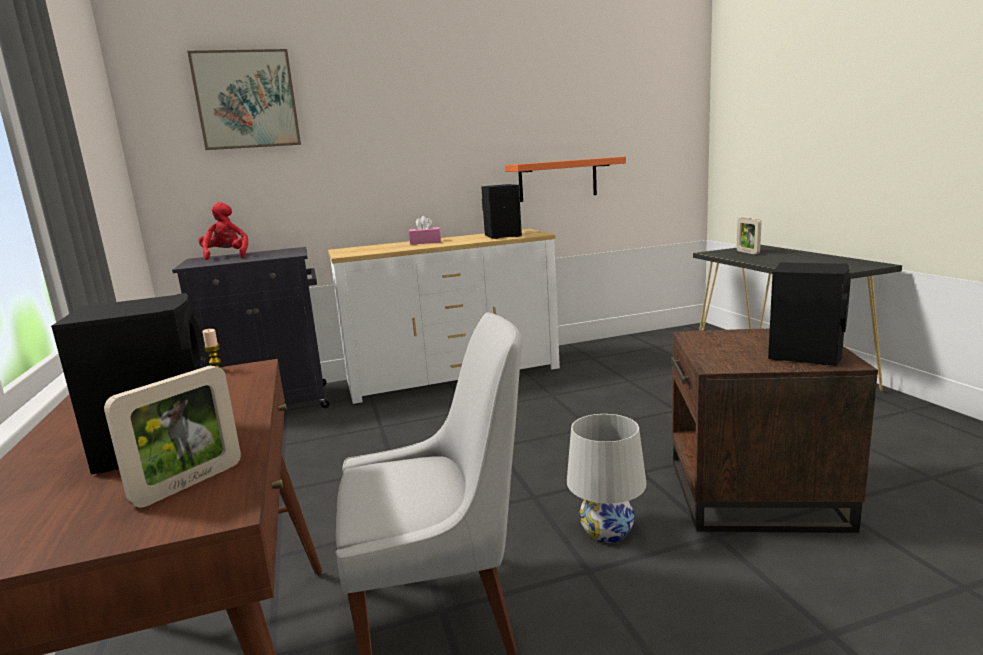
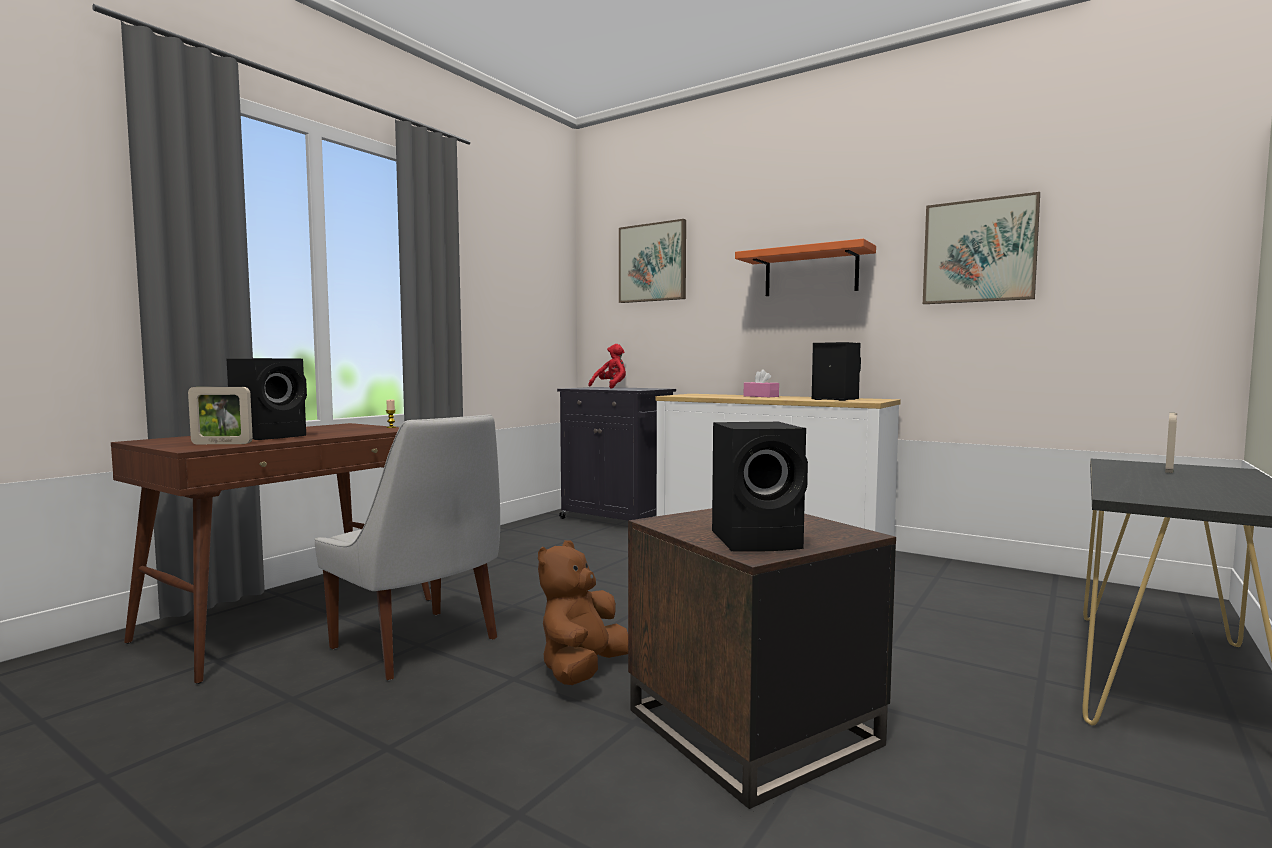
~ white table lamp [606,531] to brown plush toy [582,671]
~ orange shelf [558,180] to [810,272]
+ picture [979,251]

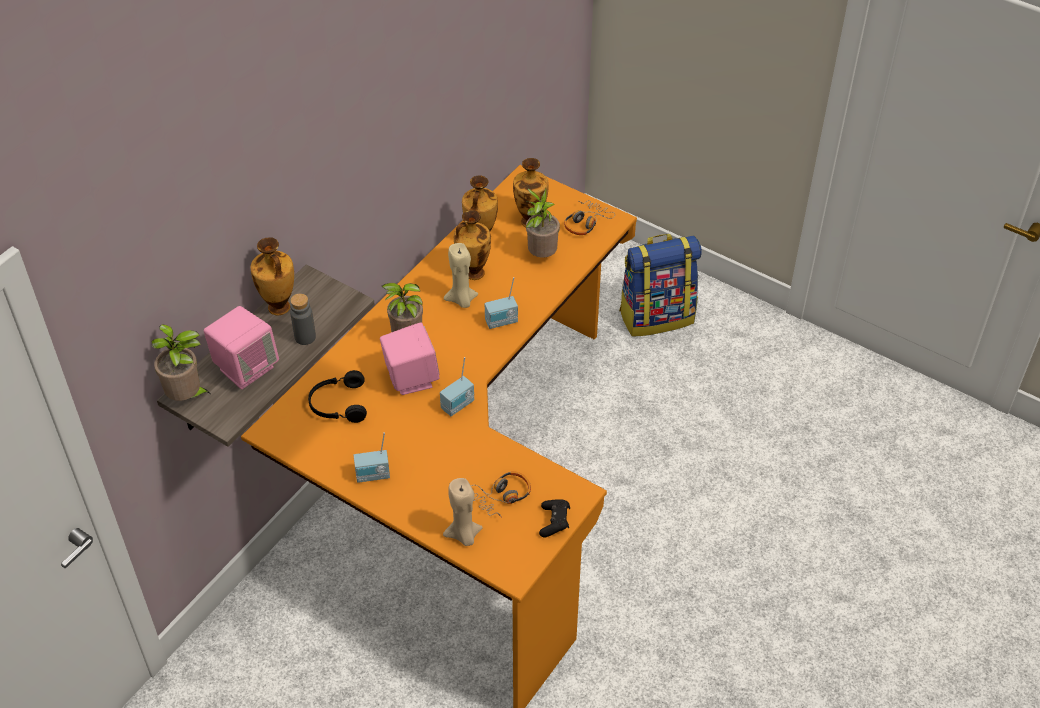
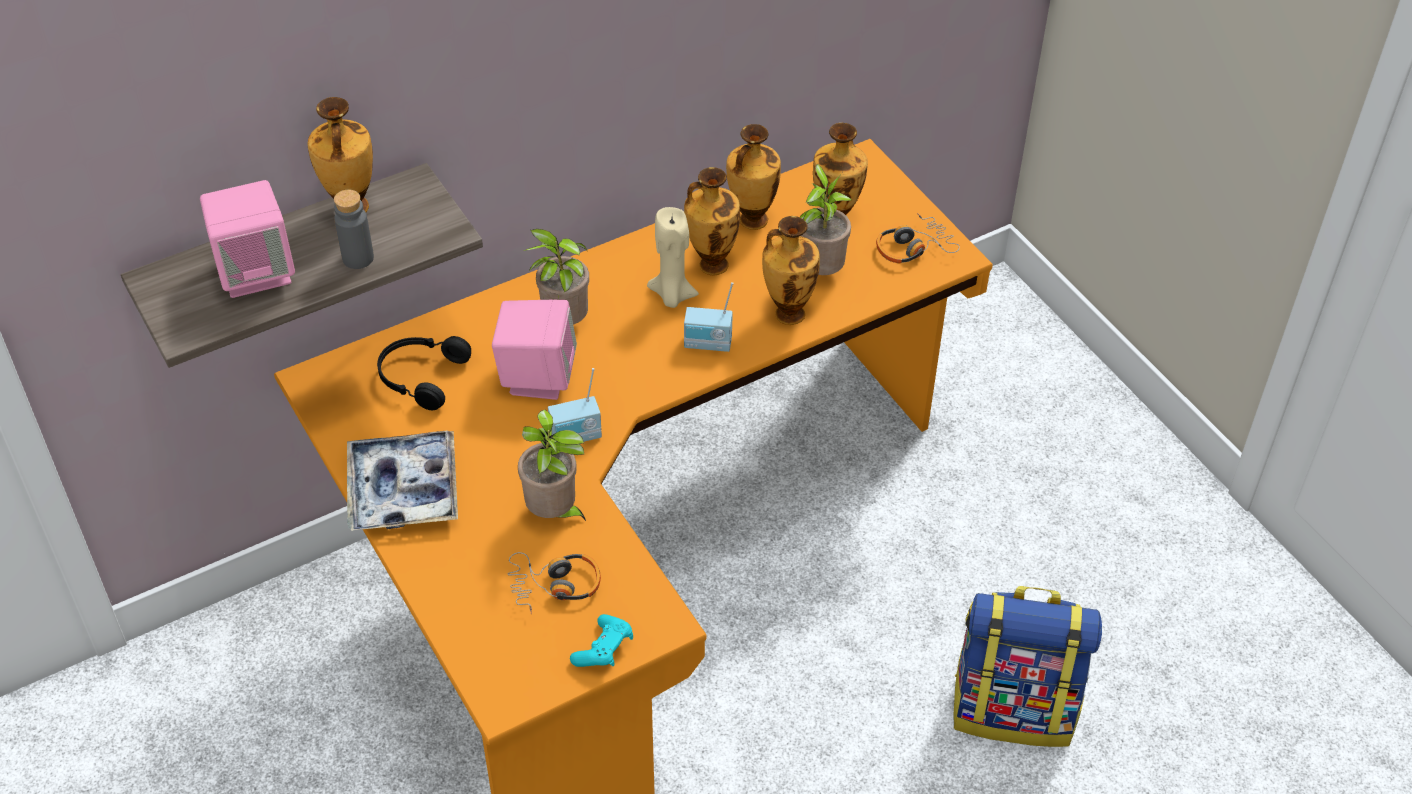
~ radio [373,476] to tray [403,490]
~ potted plant [187,397] to [554,513]
~ black game controller [554,522] to turquoise game controller [604,650]
+ vase [787,313]
~ backpack [656,316] to [1014,708]
- beige candle [463,535]

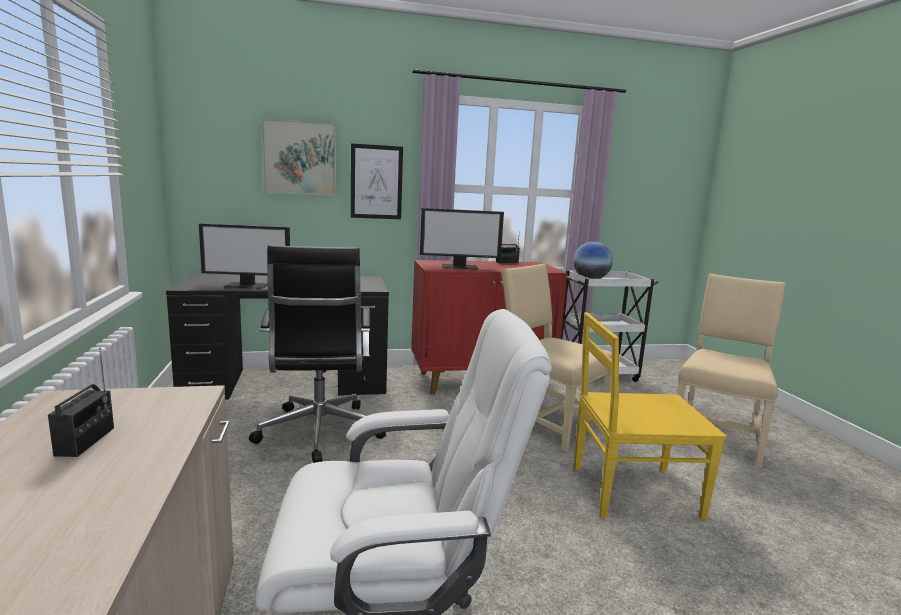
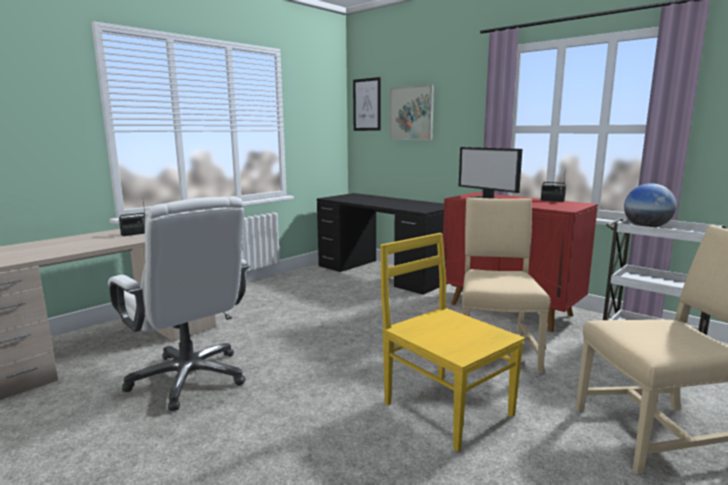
~ picture [376,182] to [367,104]
- monitor [247,285]
- black office chair [319,433]

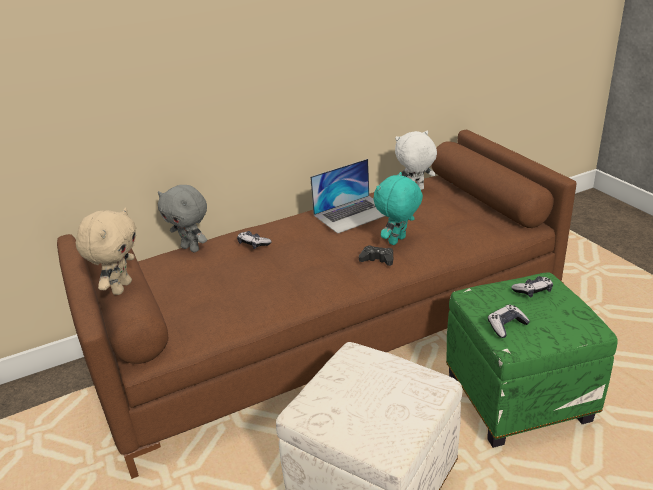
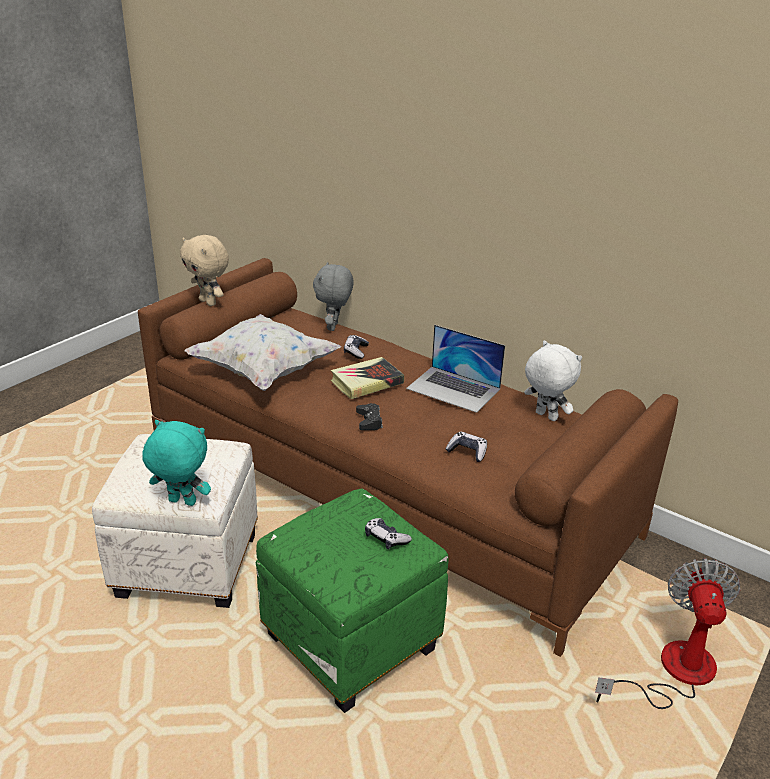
~ turquoise plush toy [398,241] to [181,503]
~ beige plush toy [121,288] = [209,302] 60 degrees clockwise
+ white pillow [263,372]
+ book [366,382]
~ game controller [506,326] to [467,452]
+ fan [672,672]

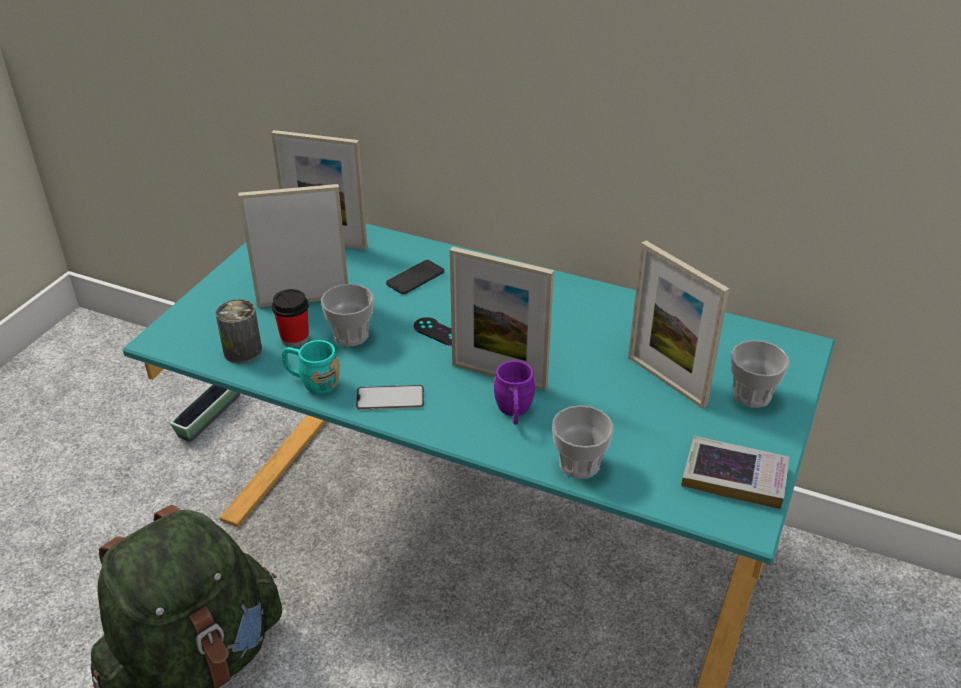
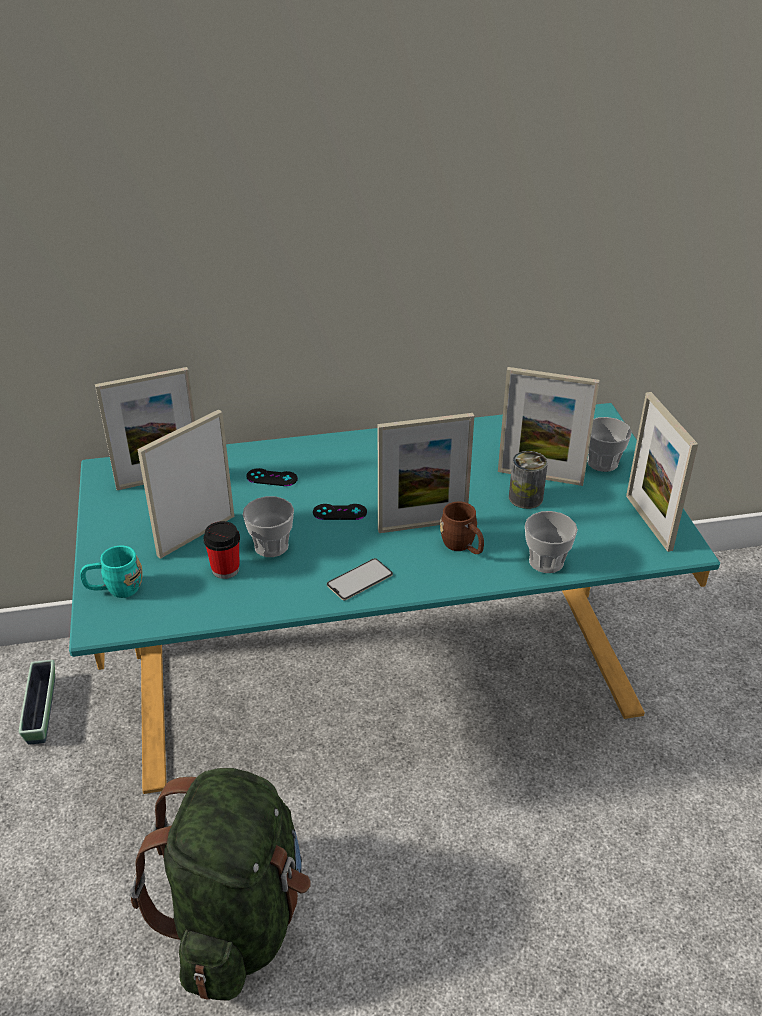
~ turquoise mug [312,382] to [115,589]
~ phone [415,278] to black game controller [272,478]
~ purple mug [514,412] to brown mug [463,547]
~ can [242,351] to [525,498]
~ book [734,477] to picture frame [648,522]

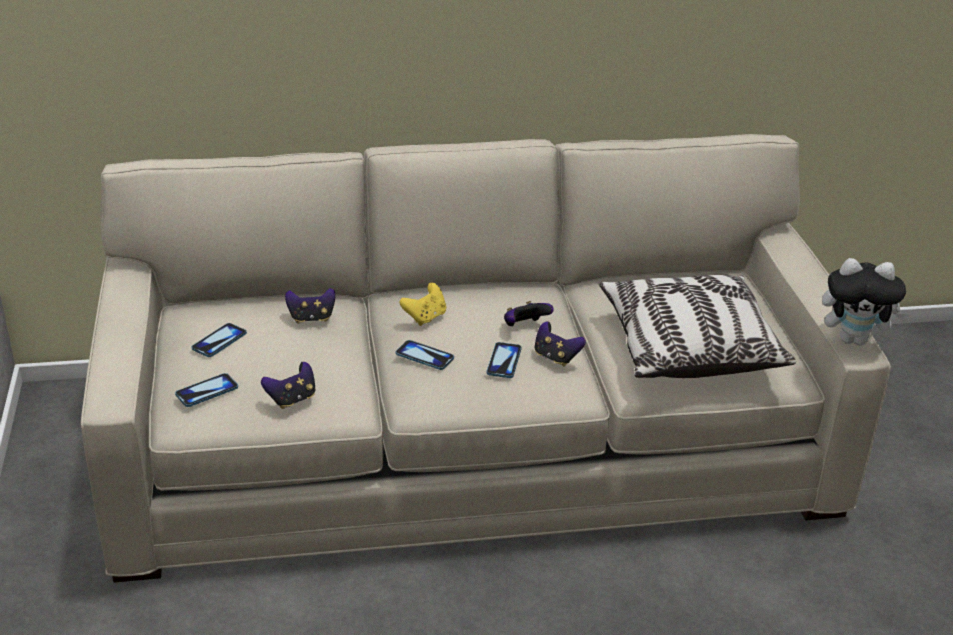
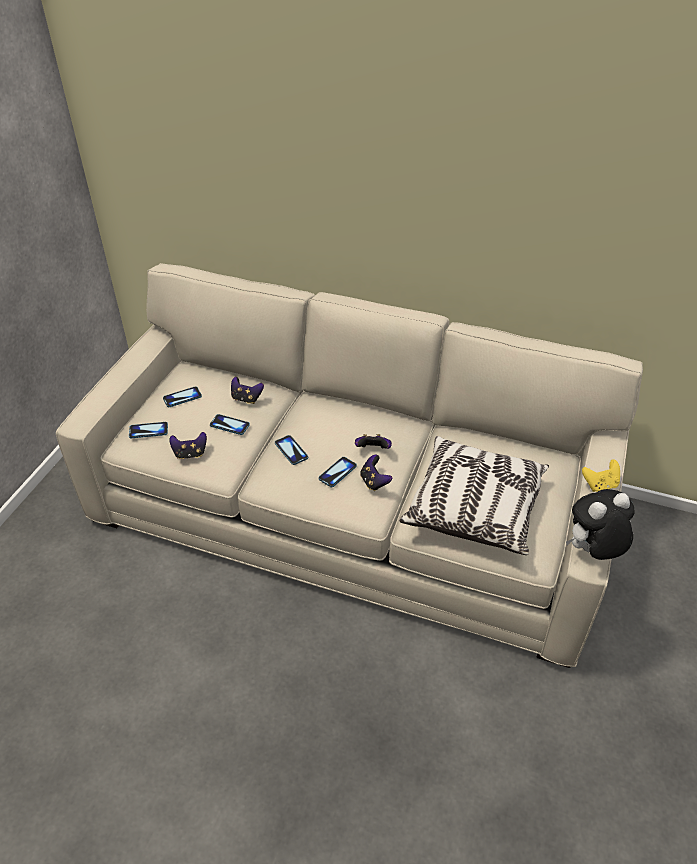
+ phone [229,425]
~ plush toy [854,339] = [592,552] 120 degrees clockwise
~ yellow game controller [425,317] to [600,485]

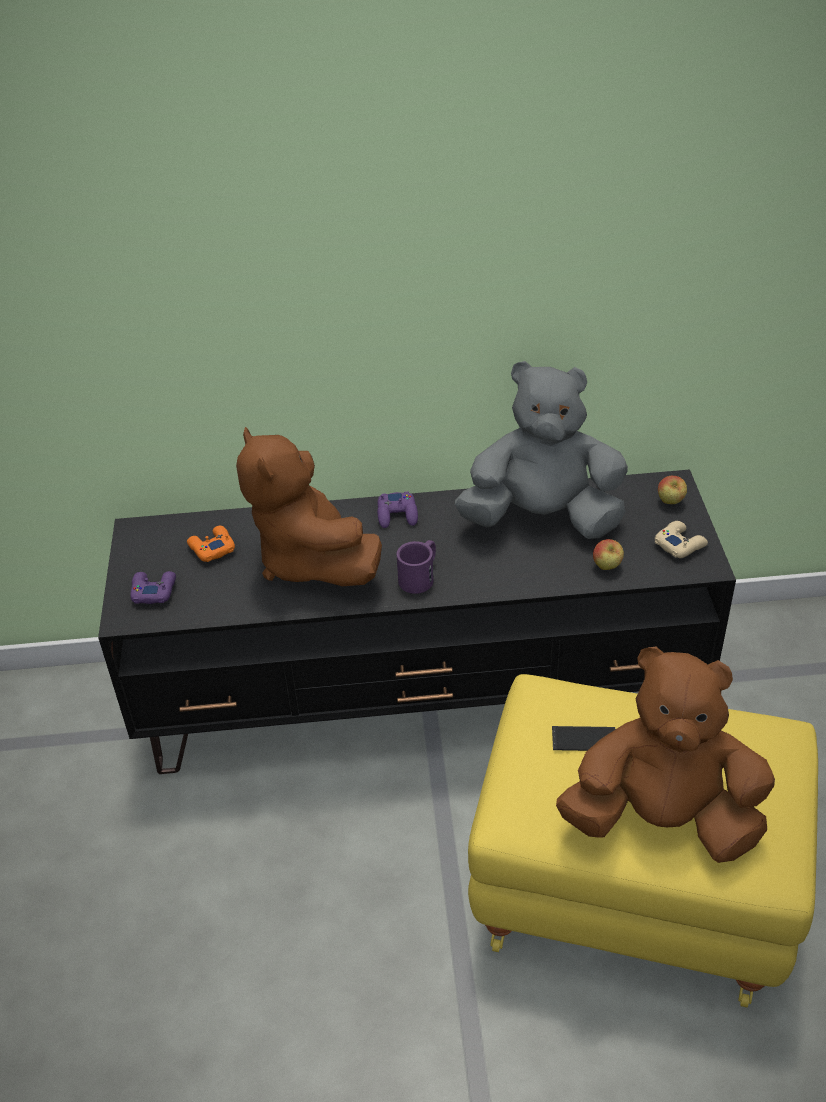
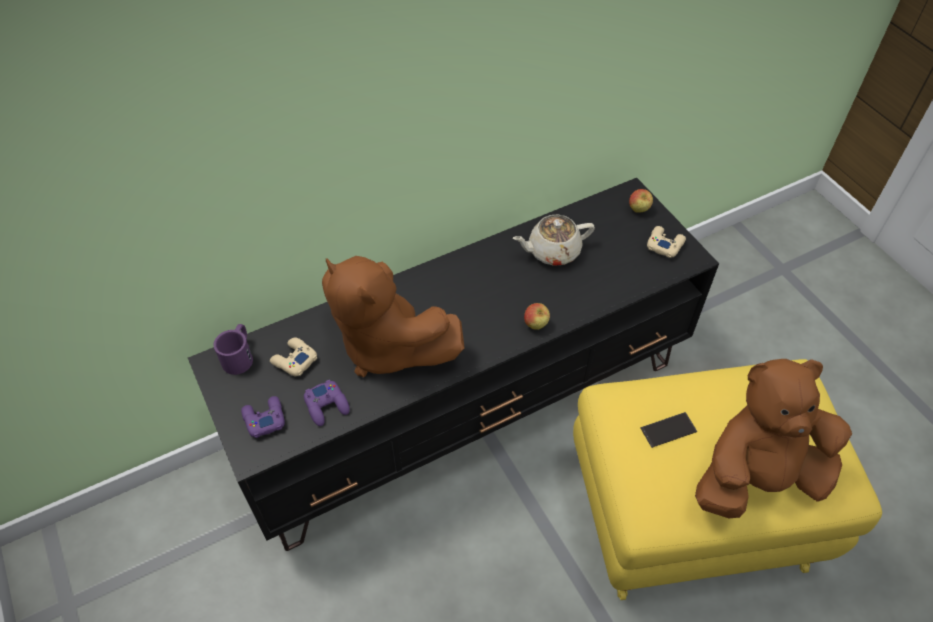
~ purple mug [420,576] to [239,355]
~ orange game controller [211,548] to beige game controller [294,360]
~ purple game controller [397,514] to [327,405]
~ grey plush toy [542,518] to beige teapot [552,251]
~ apple [607,567] to [536,325]

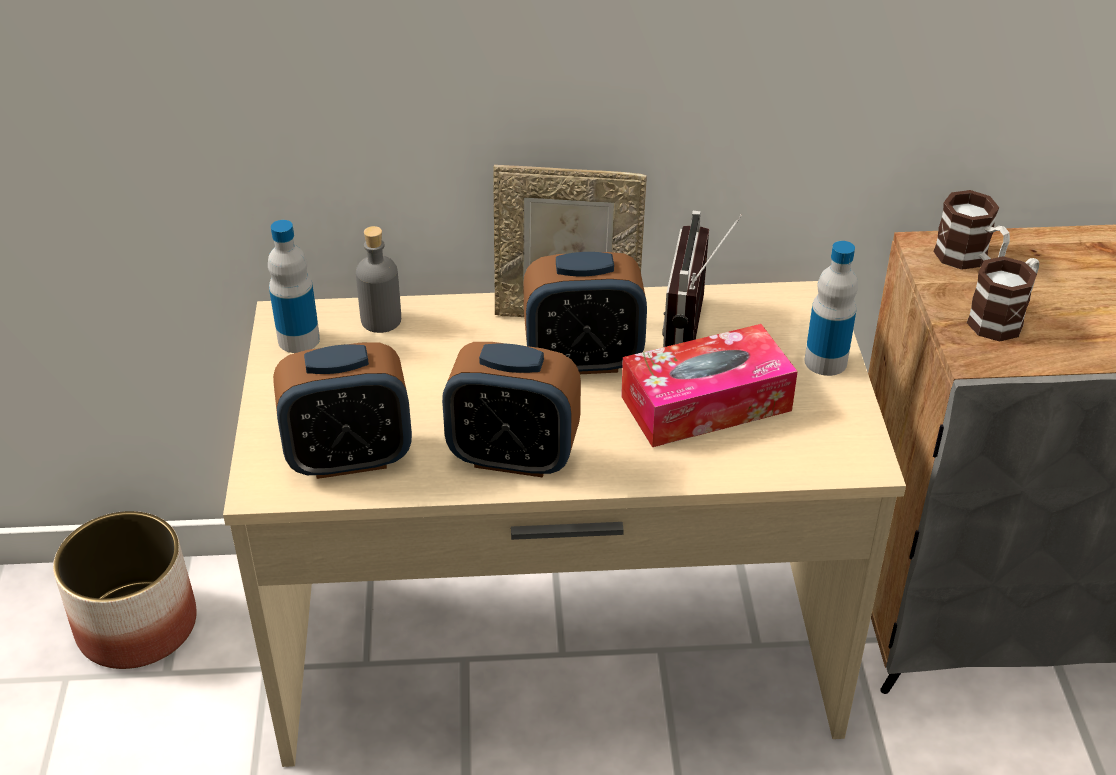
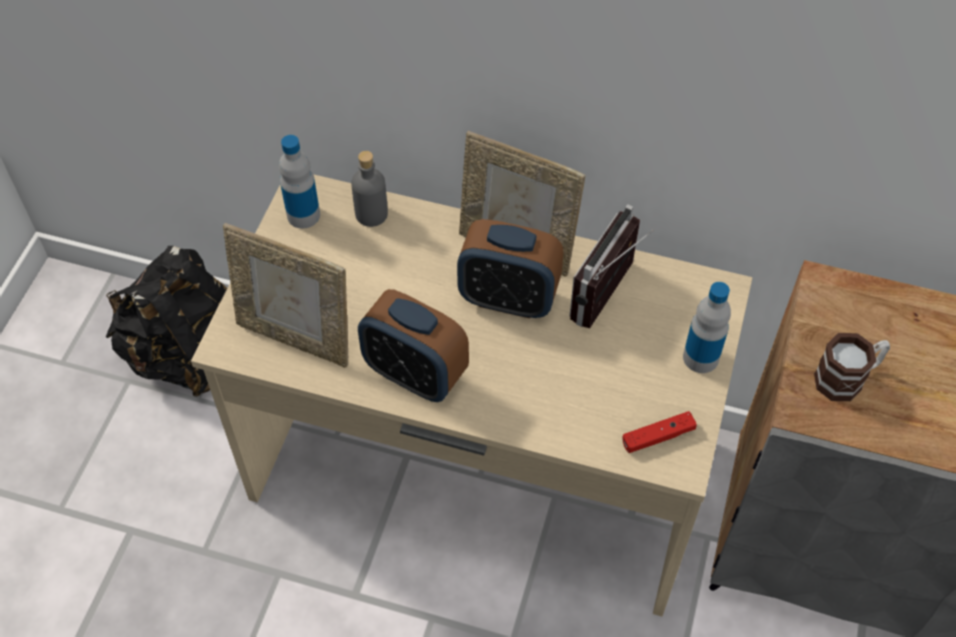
~ planter [137,626] to black backpack [188,354]
~ alarm clock [349,458] to picture frame [296,338]
+ red game controller [658,436]
- tissue box [706,403]
- mug [969,259]

